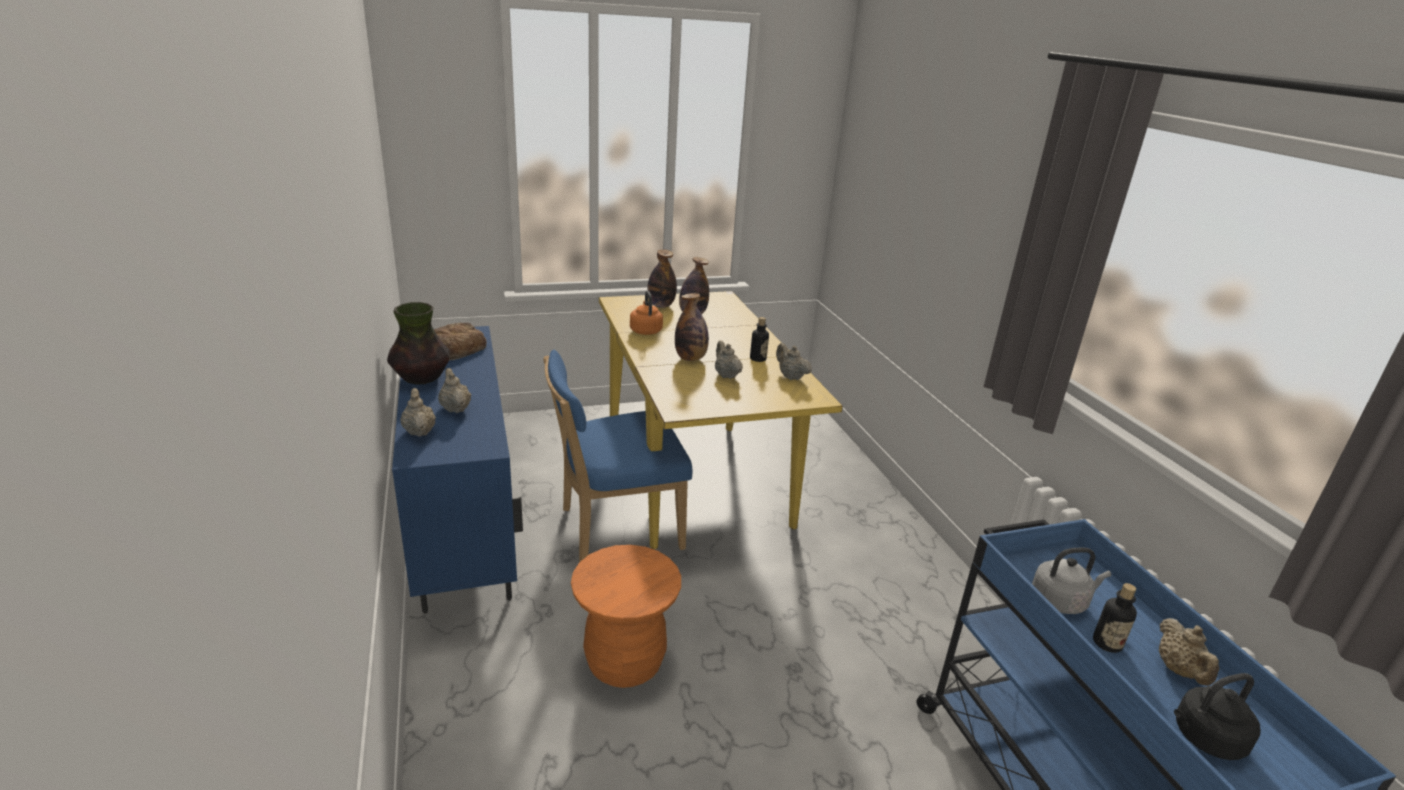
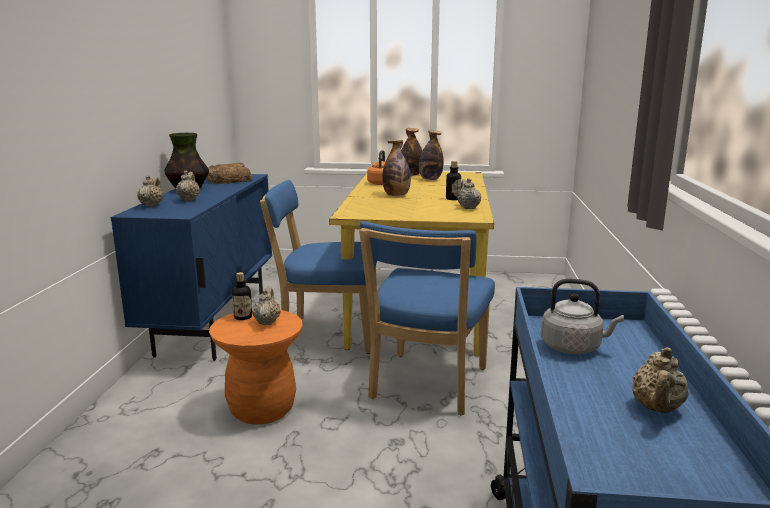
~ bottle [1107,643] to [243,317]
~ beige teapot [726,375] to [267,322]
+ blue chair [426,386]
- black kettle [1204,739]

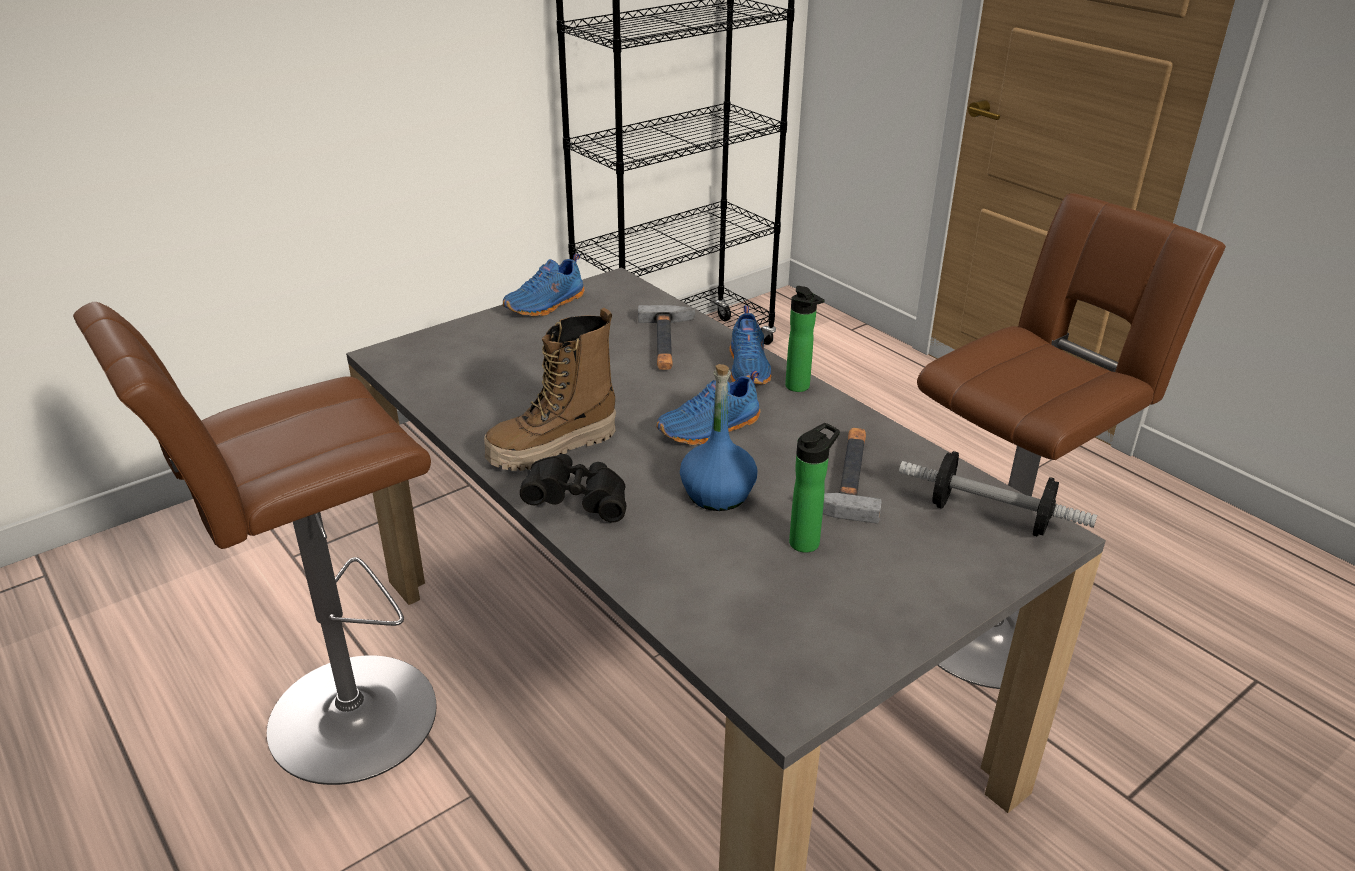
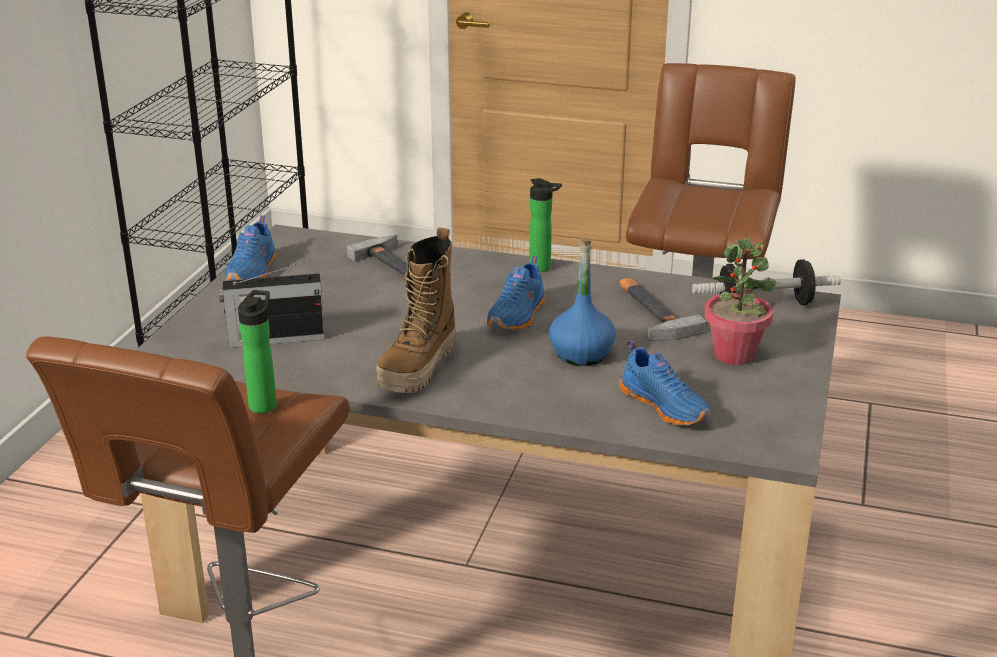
+ radio [274,338]
~ bottle [807,541] to [264,404]
~ blue shoe [749,369] to [665,406]
+ potted plant [734,355]
- black binoculars [578,502]

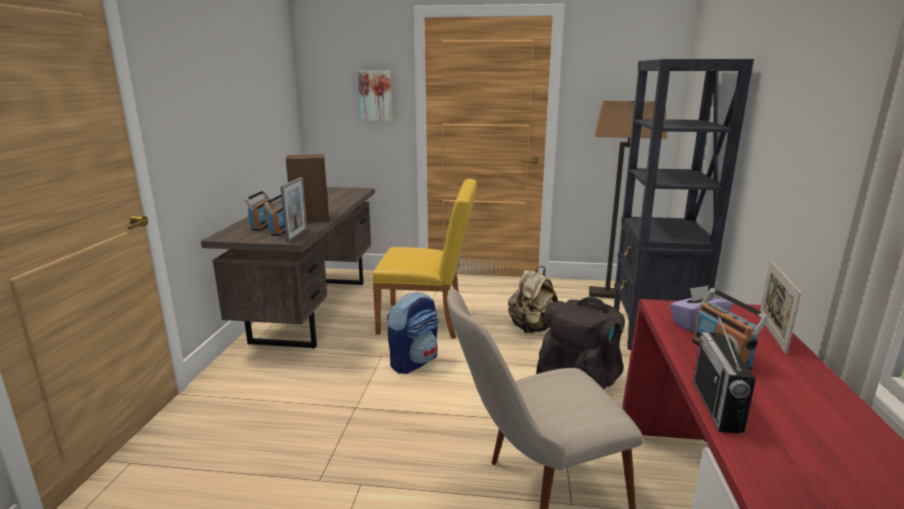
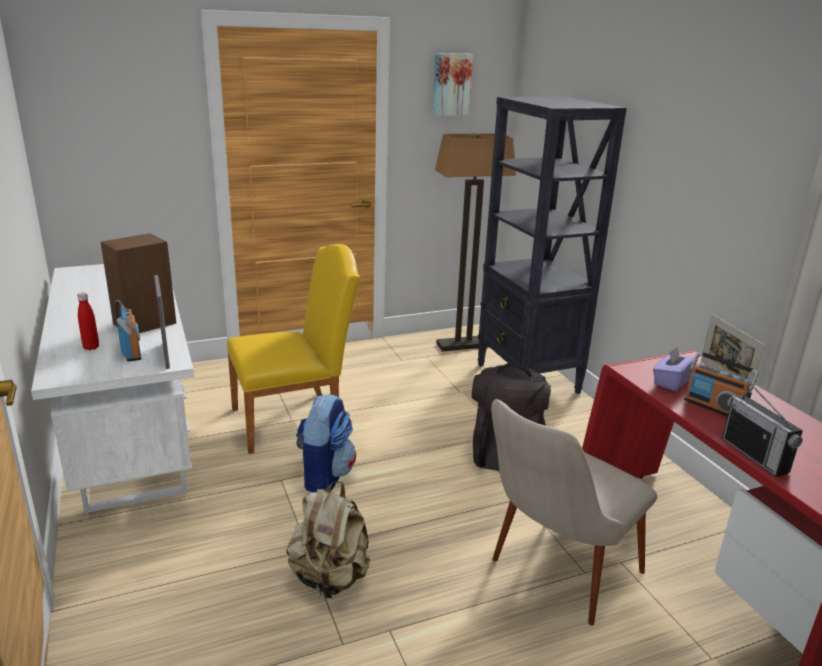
~ brown desk [312,309] to white desk [131,441]
~ radio [262,225] to red bottle [91,347]
~ beige backpack [532,328] to [330,578]
~ picture [375,95] to [451,84]

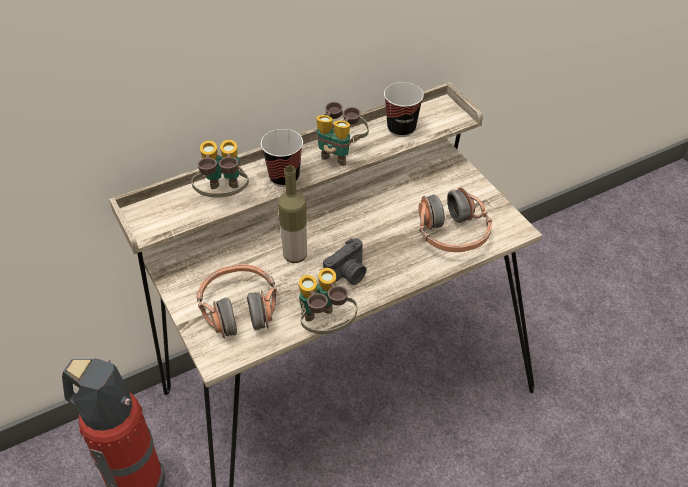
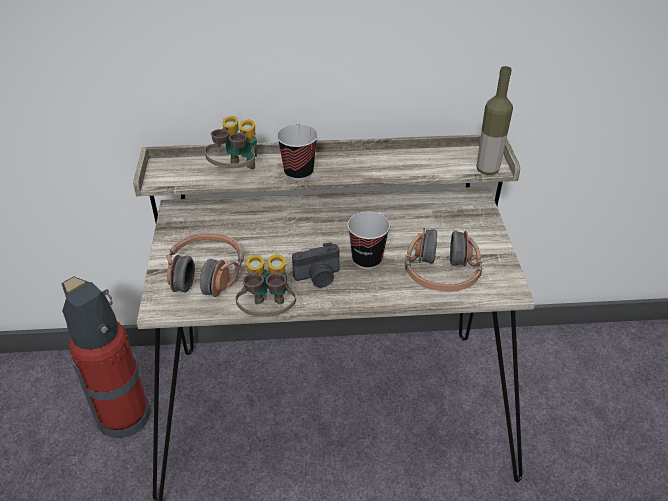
~ cup [401,128] to [367,259]
~ bottle [295,255] to [487,169]
- binoculars [339,152]

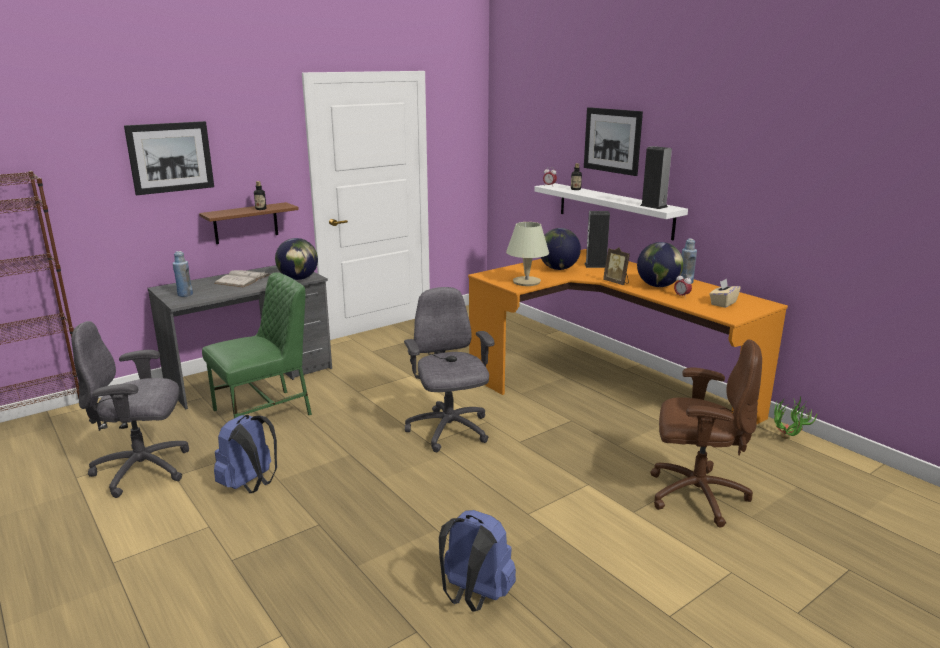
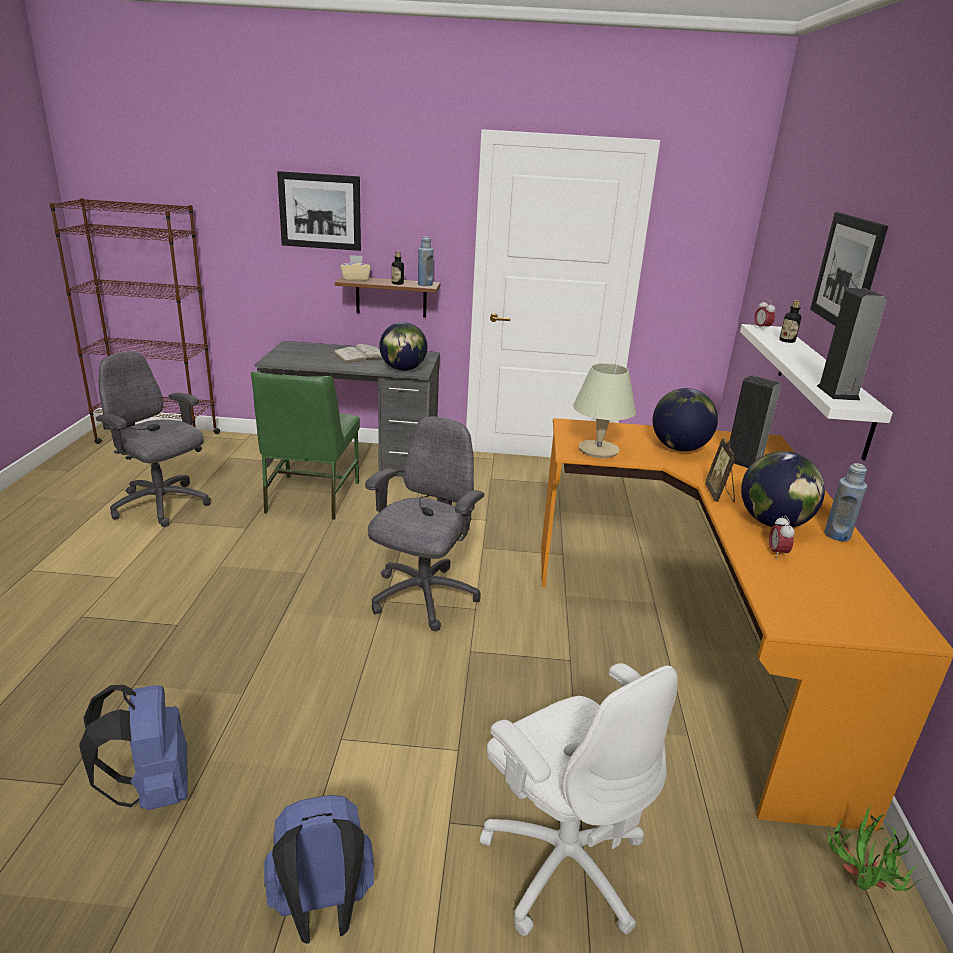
~ green chair [264,412] = [310,497] 90 degrees clockwise
~ blue backpack [250,485] to [322,910]
~ beige tissue box [723,303] to [356,279]
~ blue bottle [185,294] to [425,285]
~ brown office chair [695,495] to white office chair [563,861]

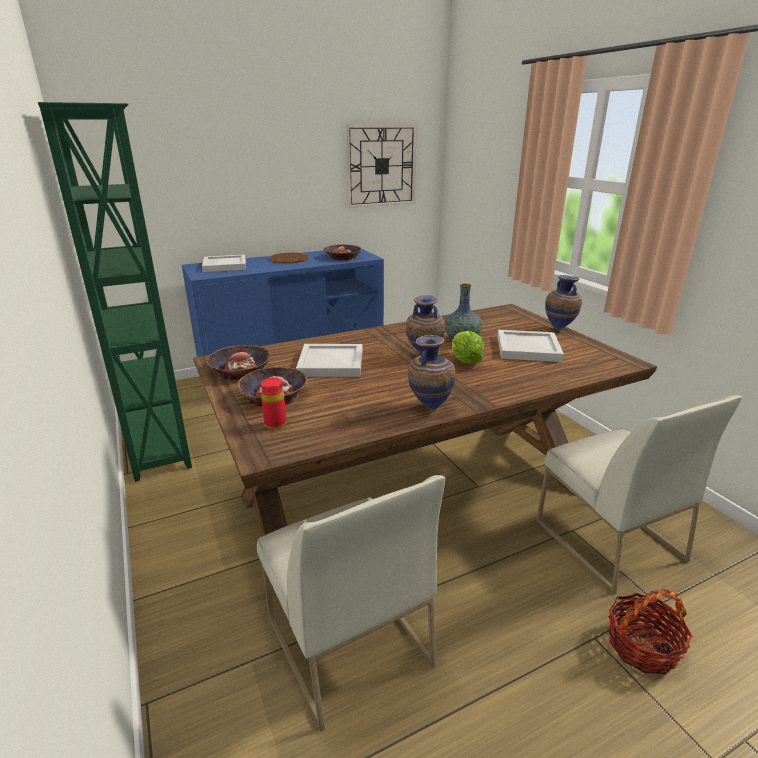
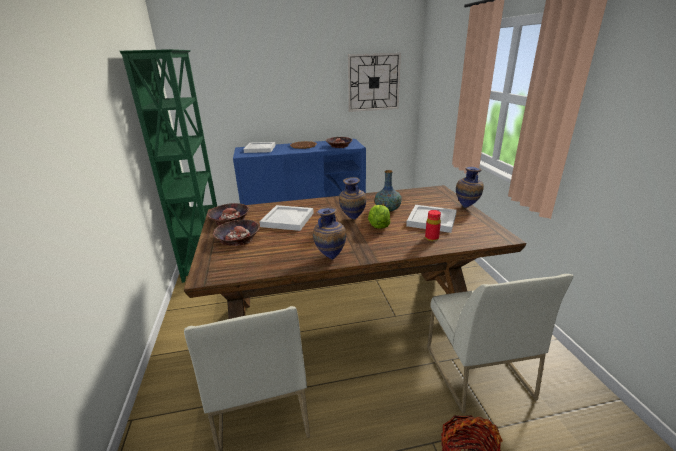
~ red bottle [275,424] to [431,238]

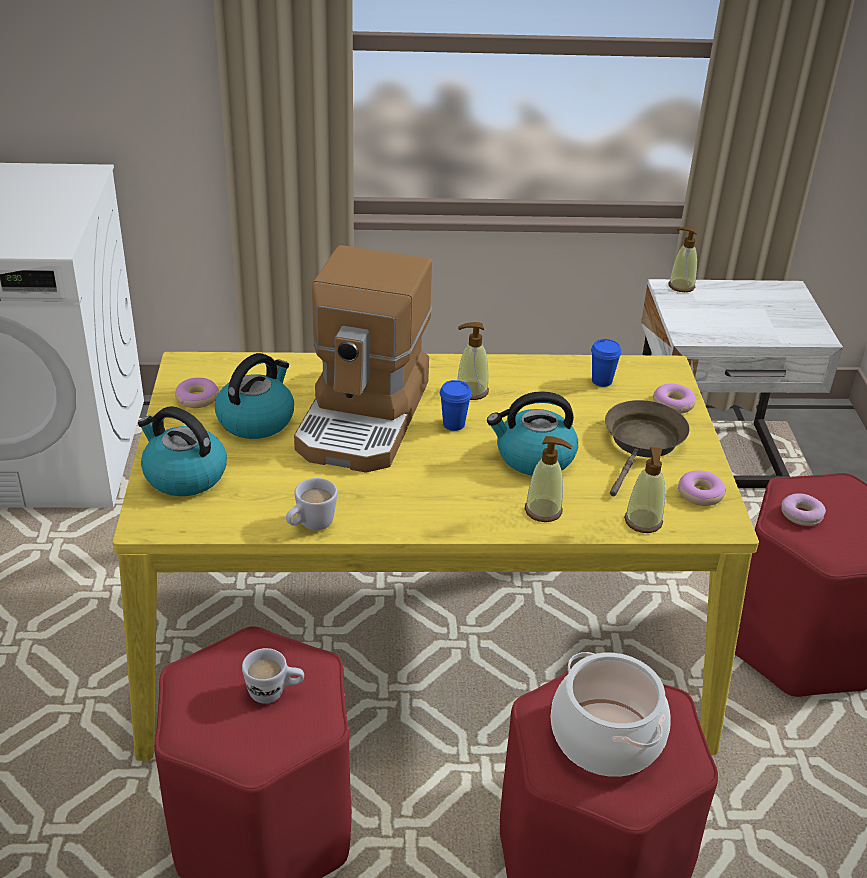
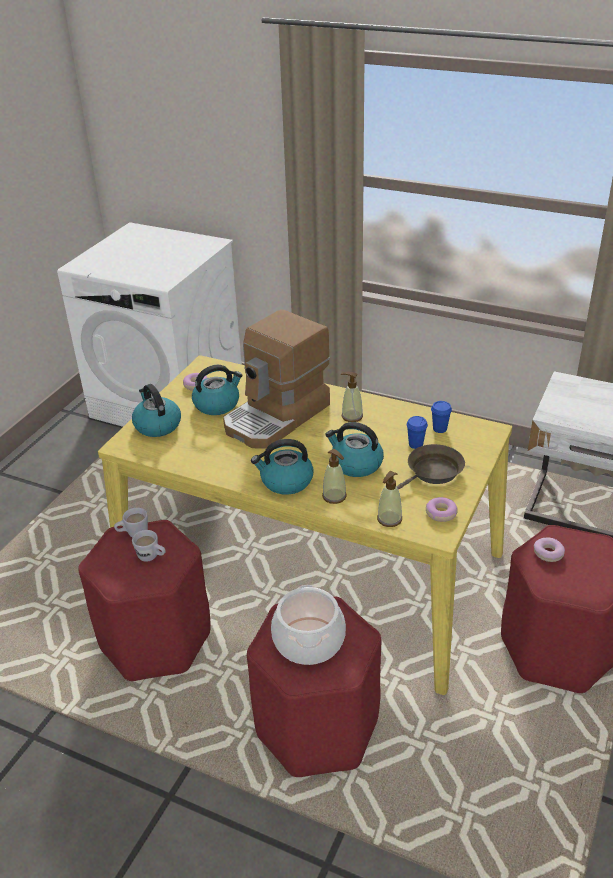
~ white mug [310,525] to [133,534]
+ kettle [285,481]
~ blue cup [454,424] to [416,444]
- donut [673,404]
- soap dispenser [681,286]

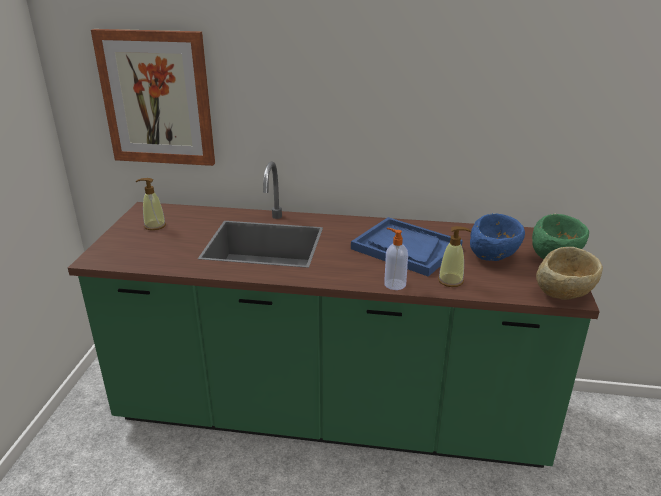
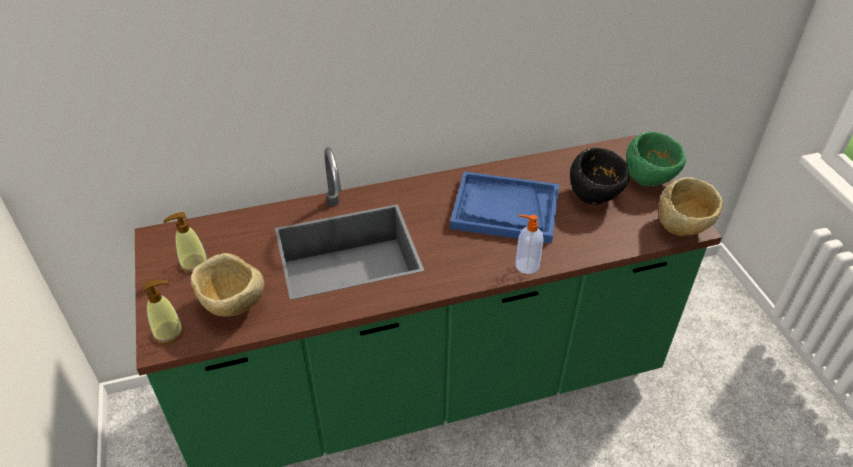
~ soap dispenser [451,281] to [169,332]
+ beige bowl [233,306]
~ blue bowl [493,257] to black bowl [595,196]
- picture [157,98]

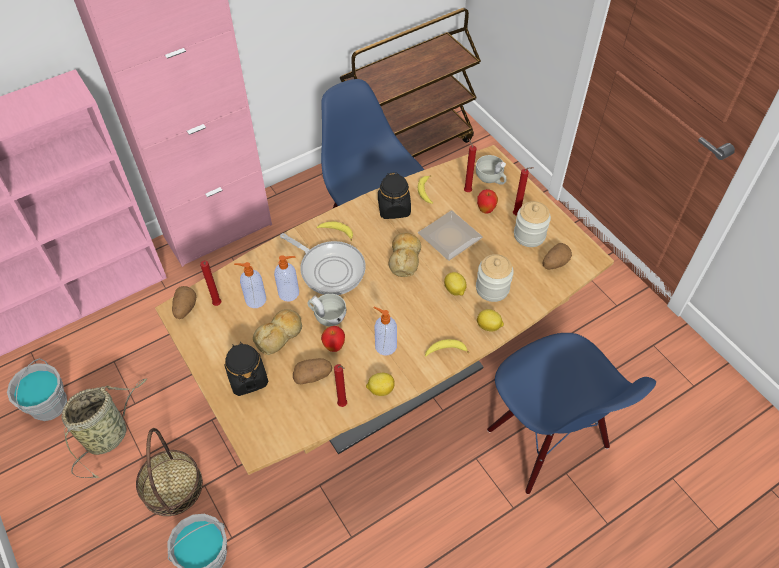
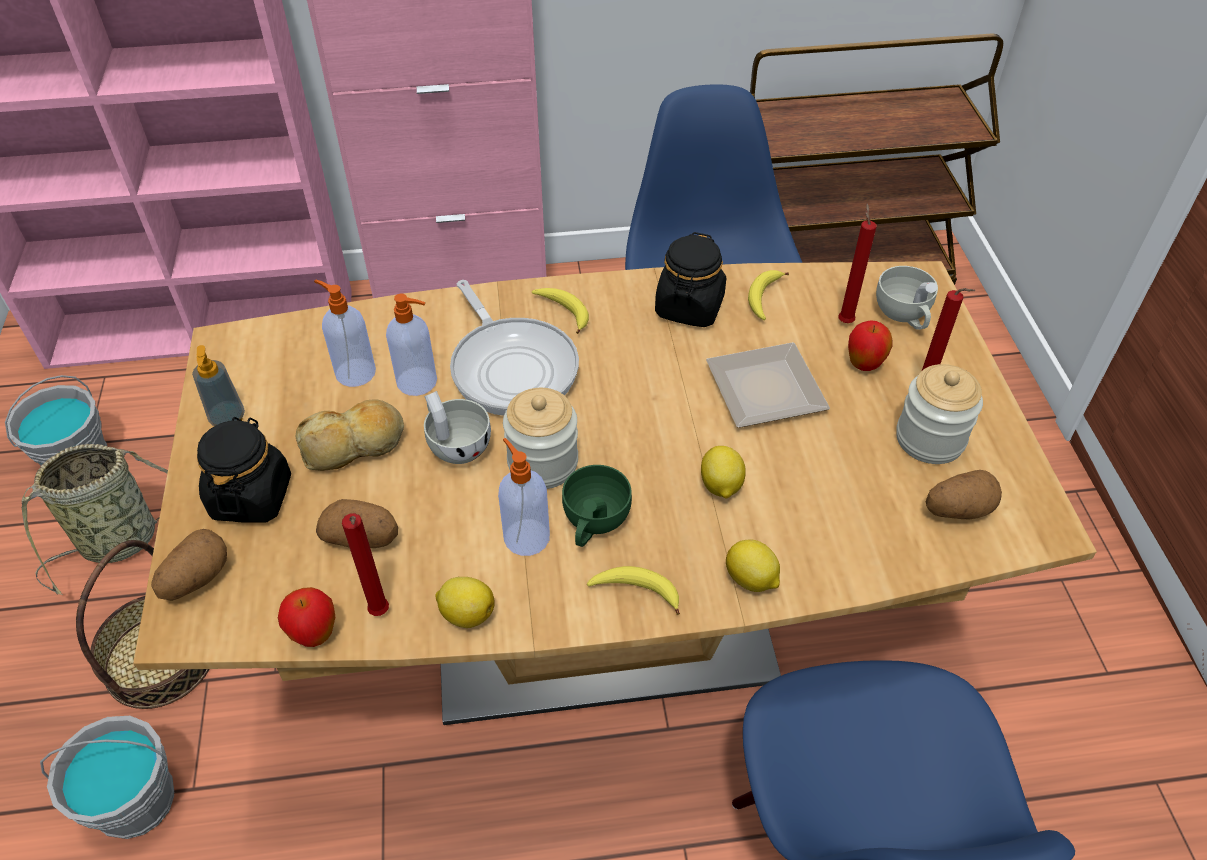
~ potato [185,308] to [196,578]
+ soap dispenser [228,418]
~ apple [334,347] to [315,635]
~ jar [492,288] to [543,463]
+ green cup [593,523]
- red candle [217,305]
- bread [405,258]

